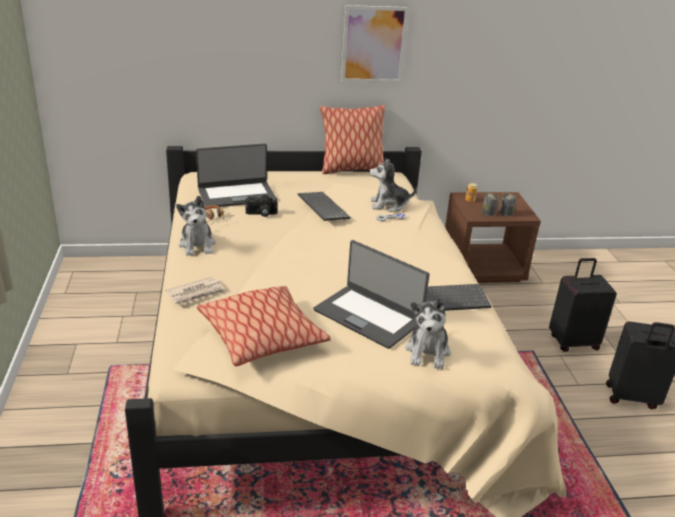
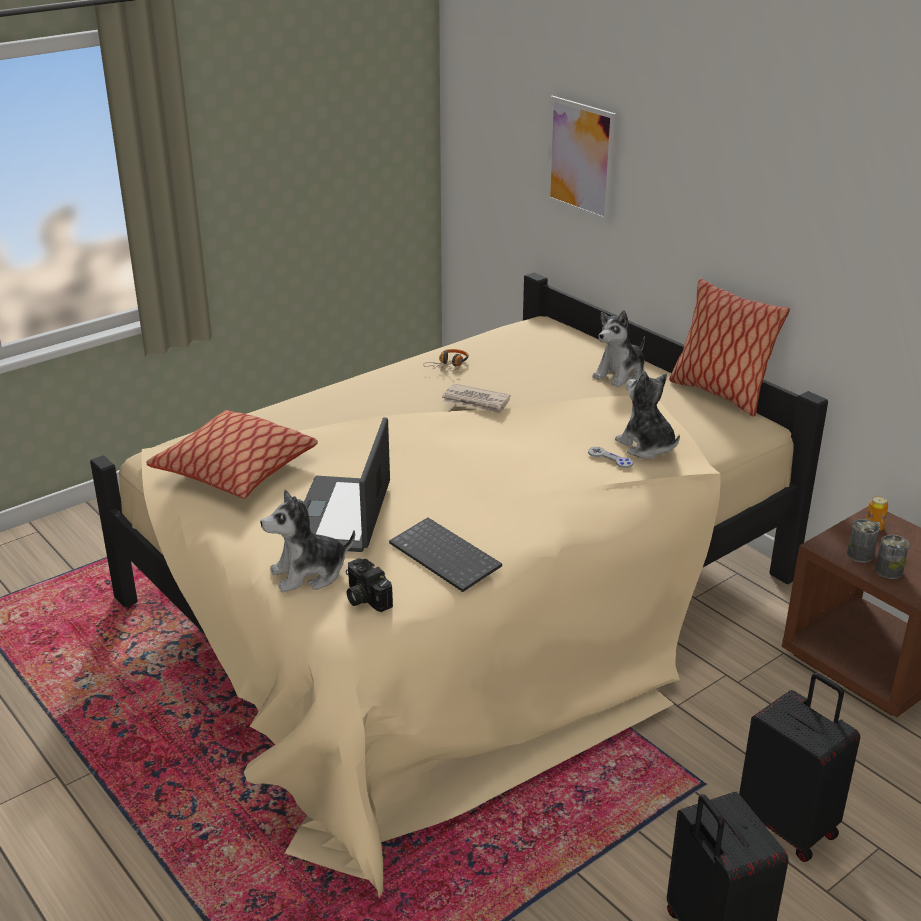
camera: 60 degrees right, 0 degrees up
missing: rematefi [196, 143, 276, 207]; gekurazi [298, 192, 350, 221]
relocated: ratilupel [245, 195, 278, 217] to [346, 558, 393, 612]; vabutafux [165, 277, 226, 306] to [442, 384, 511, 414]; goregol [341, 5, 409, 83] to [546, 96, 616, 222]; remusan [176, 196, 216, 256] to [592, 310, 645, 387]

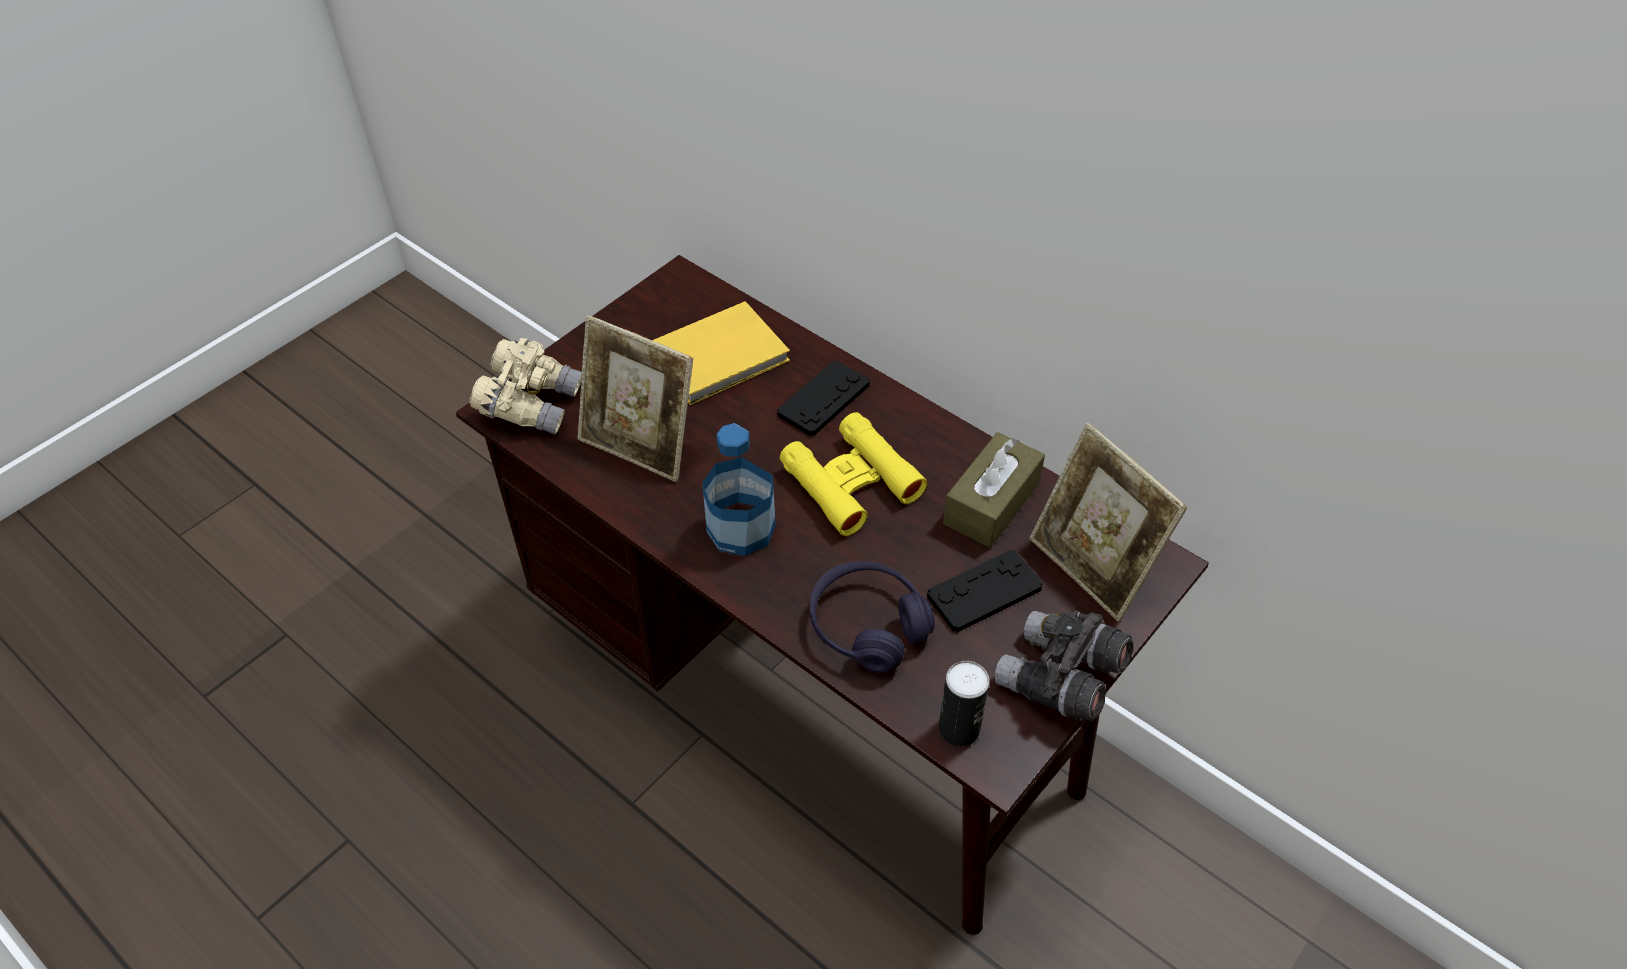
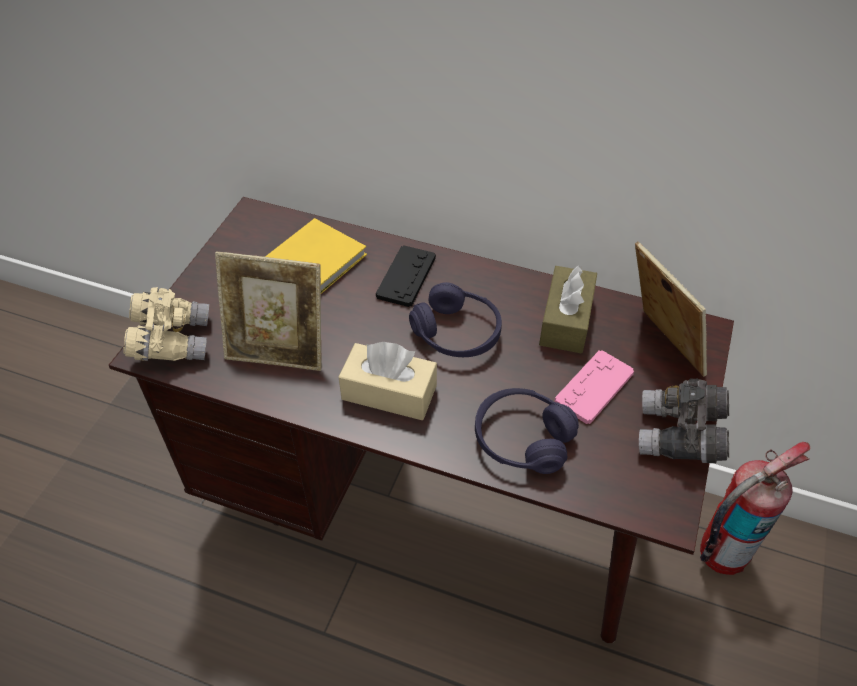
camera: 20 degrees left, 0 degrees up
missing: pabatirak [939, 661, 990, 747]
appeared: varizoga [700, 442, 810, 575]
exchanged: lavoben [702, 423, 776, 556] to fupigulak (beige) [339, 342, 437, 420]; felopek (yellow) [780, 412, 927, 536] to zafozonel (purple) [409, 282, 502, 357]
colour: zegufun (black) [927, 550, 1043, 632] to zegufun (pink) [554, 350, 634, 424]
spun: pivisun [1029, 423, 1188, 622] = [635, 241, 707, 377] 150 degrees counterclockwise

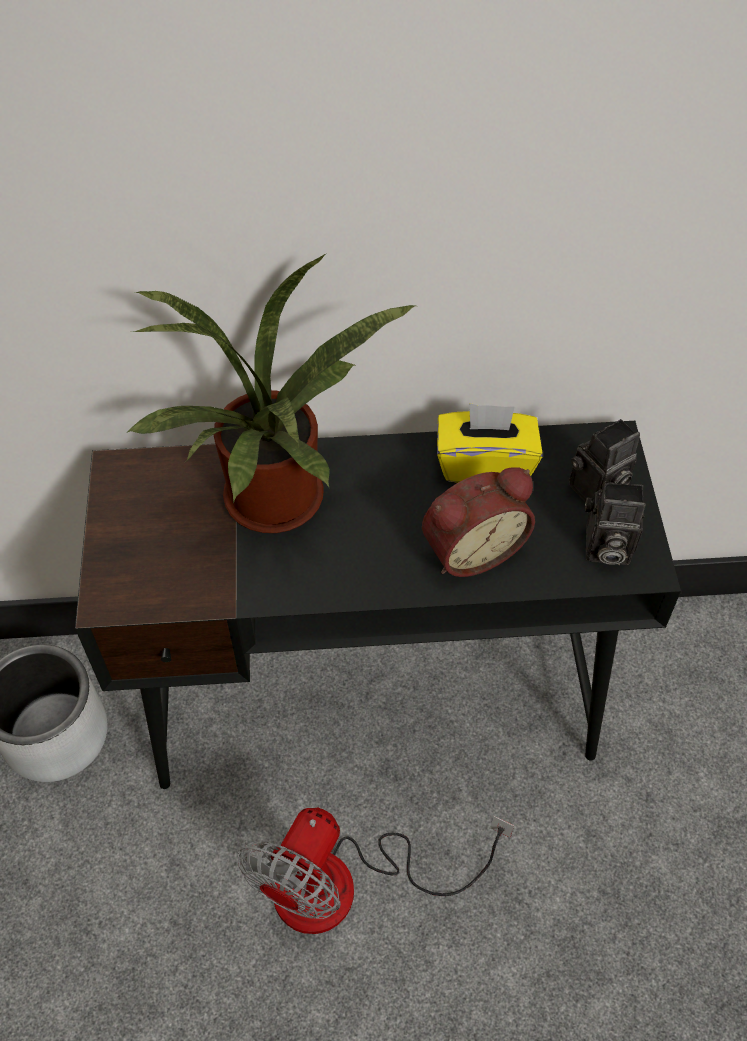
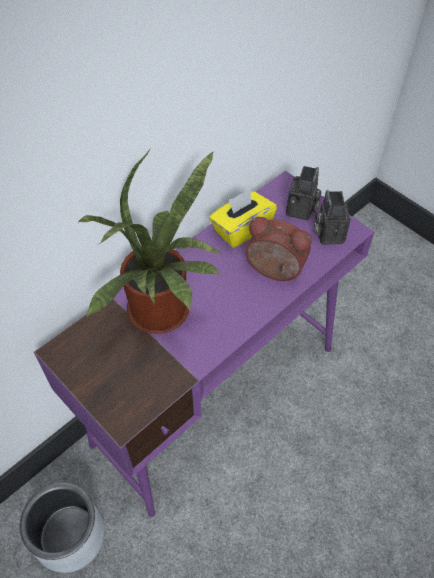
camera: 40 degrees left, 0 degrees up
missing: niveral [238, 808, 514, 934]
colour: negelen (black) [75, 421, 681, 789] to negelen (purple) [34, 170, 374, 517]
spun: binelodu [422, 467, 535, 577] = [245, 217, 312, 281] 90 degrees counterclockwise; ratilupel [585, 481, 646, 565] = [314, 190, 351, 245] 120 degrees clockwise

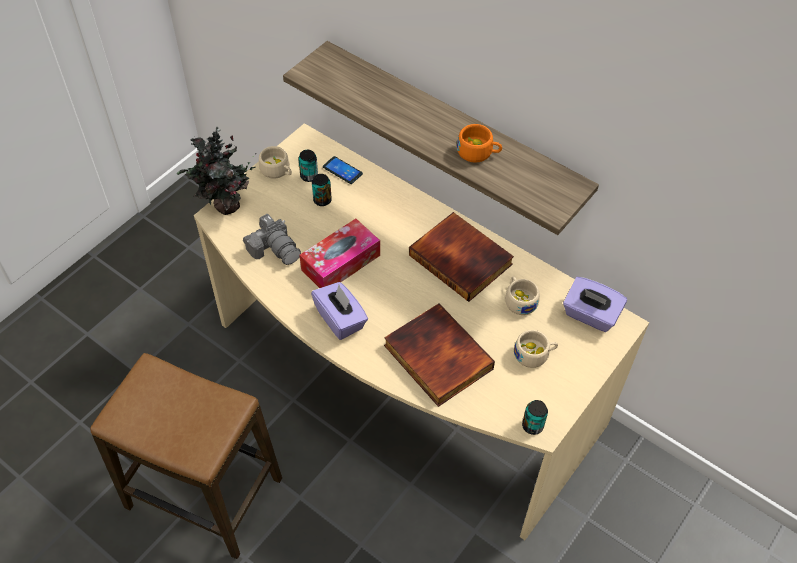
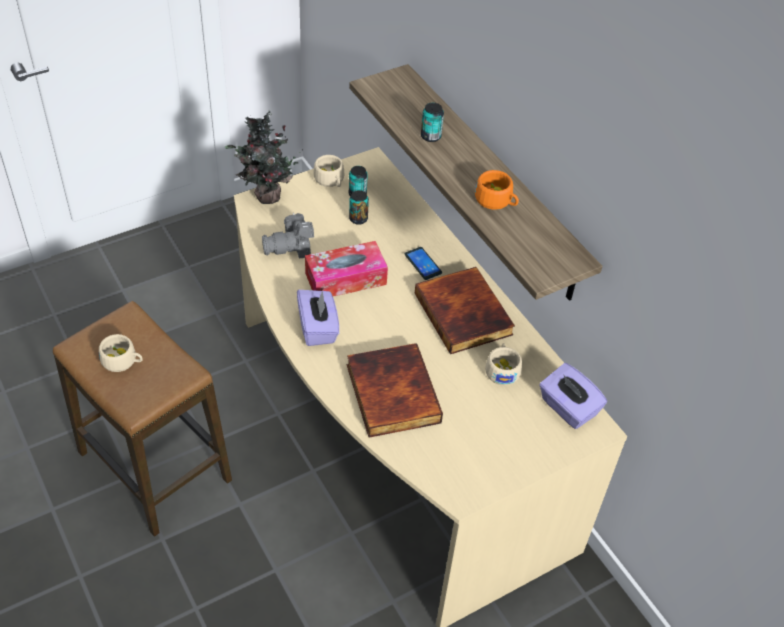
camera: 20 degrees right, 5 degrees down
relocated: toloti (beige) [514, 330, 558, 368] to [99, 334, 143, 372]; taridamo [323, 156, 363, 184] to [405, 247, 442, 280]; pabatirak [522, 400, 548, 435] to [421, 103, 444, 142]
spun: ratilupel [243, 214, 301, 265] = [262, 213, 314, 259] 90 degrees clockwise

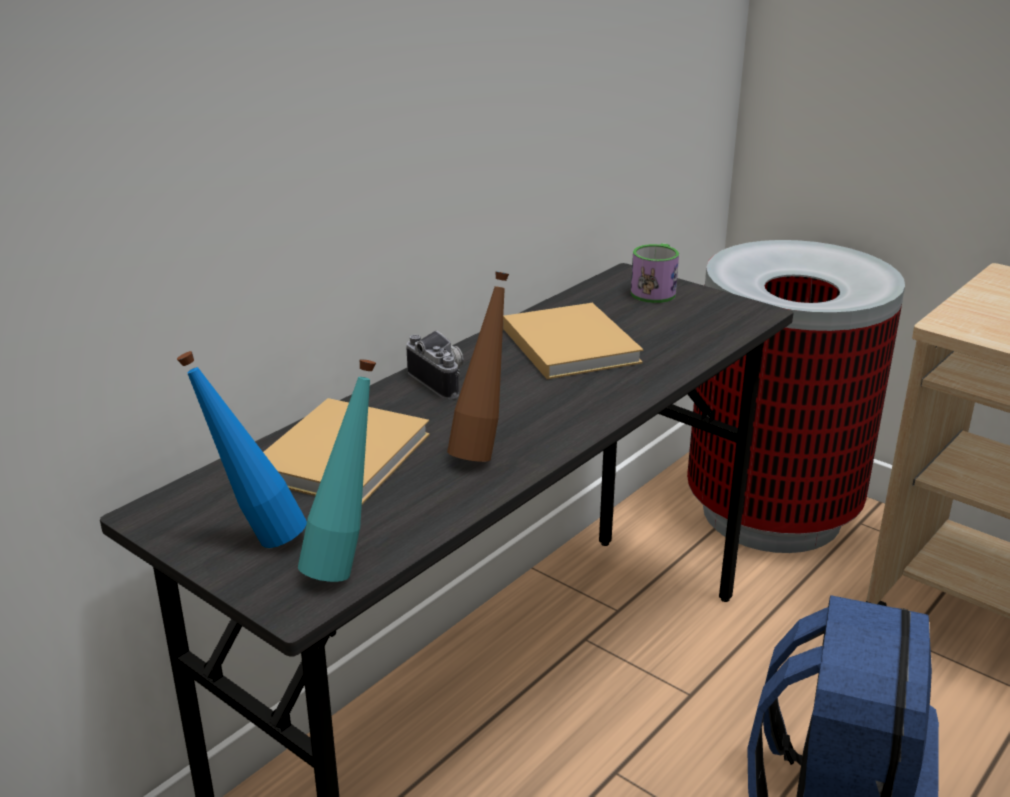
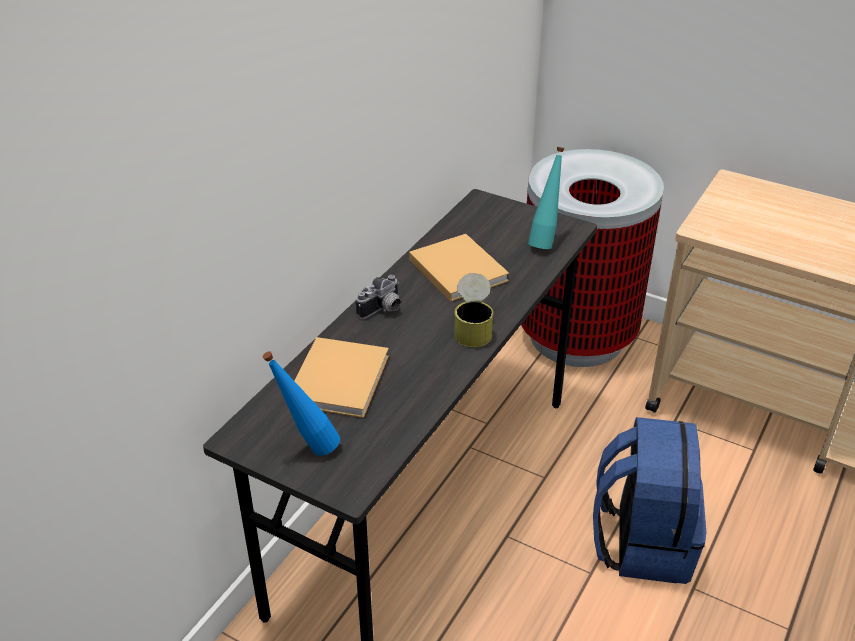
camera: 10 degrees left, 10 degrees up
missing: lavoben (brown) [447, 271, 509, 462]; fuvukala [631, 243, 679, 303]
appeared: pabatirak [454, 273, 493, 347]
relocated: lavoben (turquoise) [298, 359, 376, 582] to [528, 147, 564, 249]
spun: ratilupel [406, 330, 464, 400] = [356, 275, 401, 319] 90 degrees clockwise

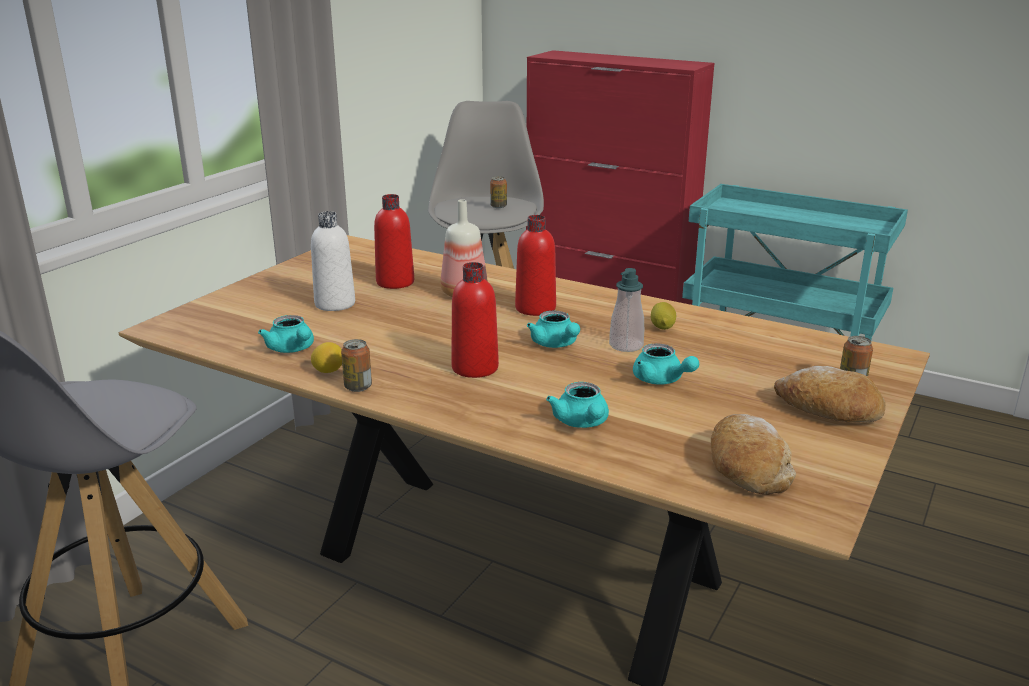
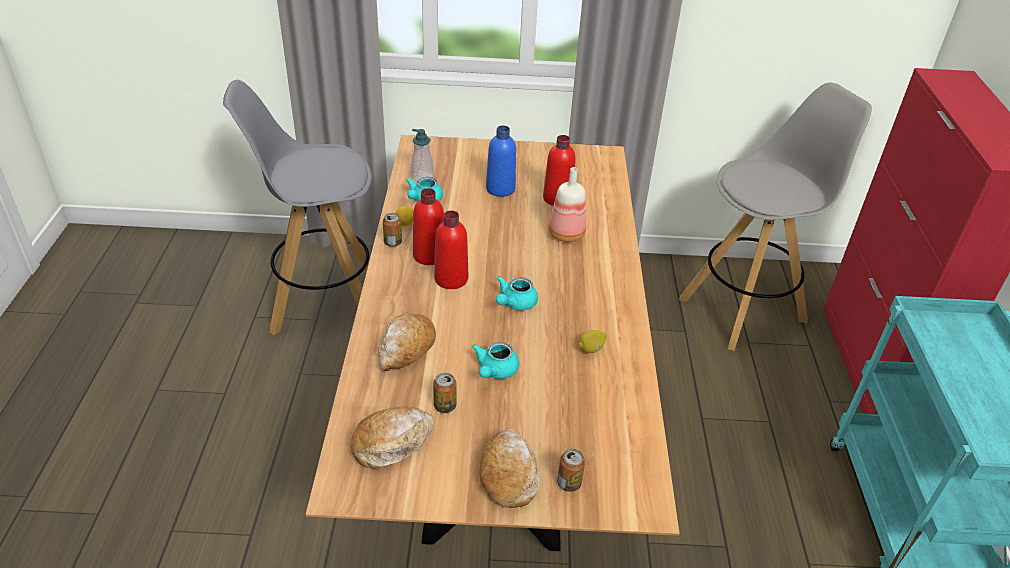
camera: 60 degrees right, 15 degrees up
relocated: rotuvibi [609, 268, 644, 352] to [411, 129, 434, 181]; lavoben (red) [515, 215, 556, 316] to [413, 188, 444, 265]; pabatirak [490, 176, 507, 208] to [433, 373, 456, 413]
exchanged: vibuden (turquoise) [546, 382, 609, 428] to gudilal [377, 312, 436, 371]
colour: lavoben (white) [311, 211, 355, 311] to lavoben (blue) [486, 125, 516, 197]

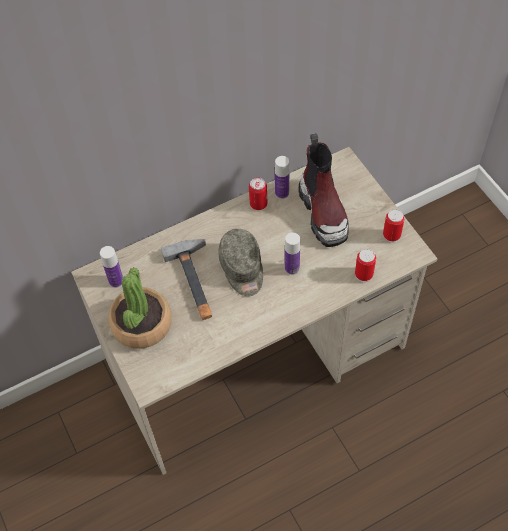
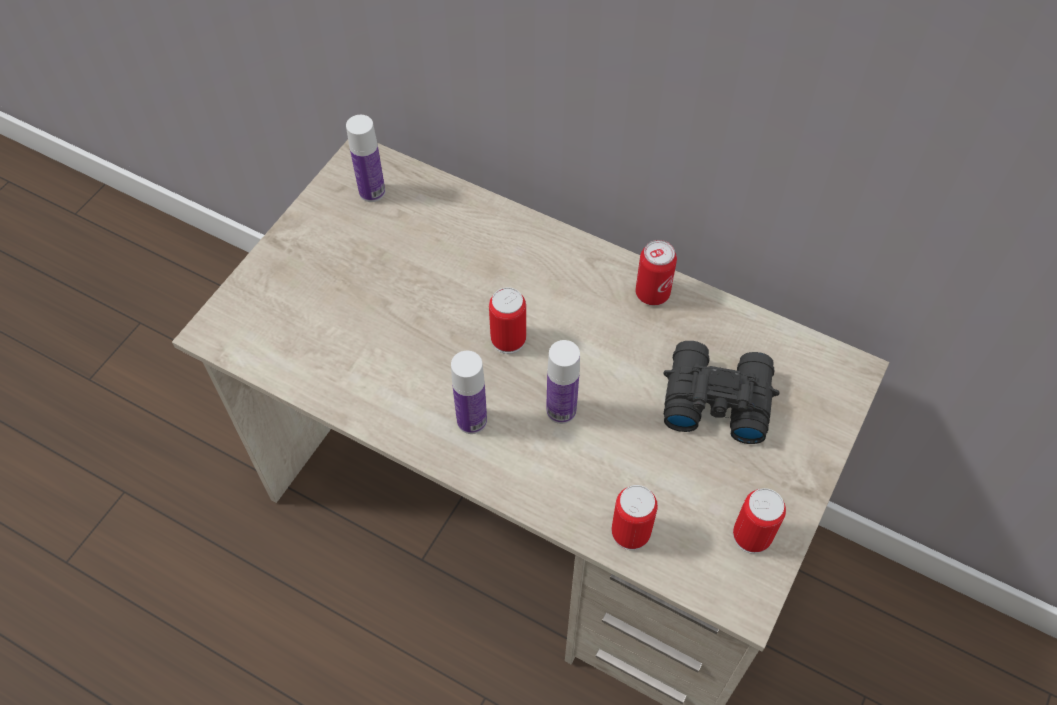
camera: 55 degrees right, 0 degrees up
missing: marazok [108, 267, 172, 349]; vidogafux [161, 239, 212, 320]
relocated: lavoben [275, 156, 289, 199] to [451, 351, 487, 434]
exchanged: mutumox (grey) [218, 229, 263, 296] to pabatirak [489, 287, 526, 354]; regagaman [298, 133, 349, 247] to felopek (black) [664, 341, 780, 444]

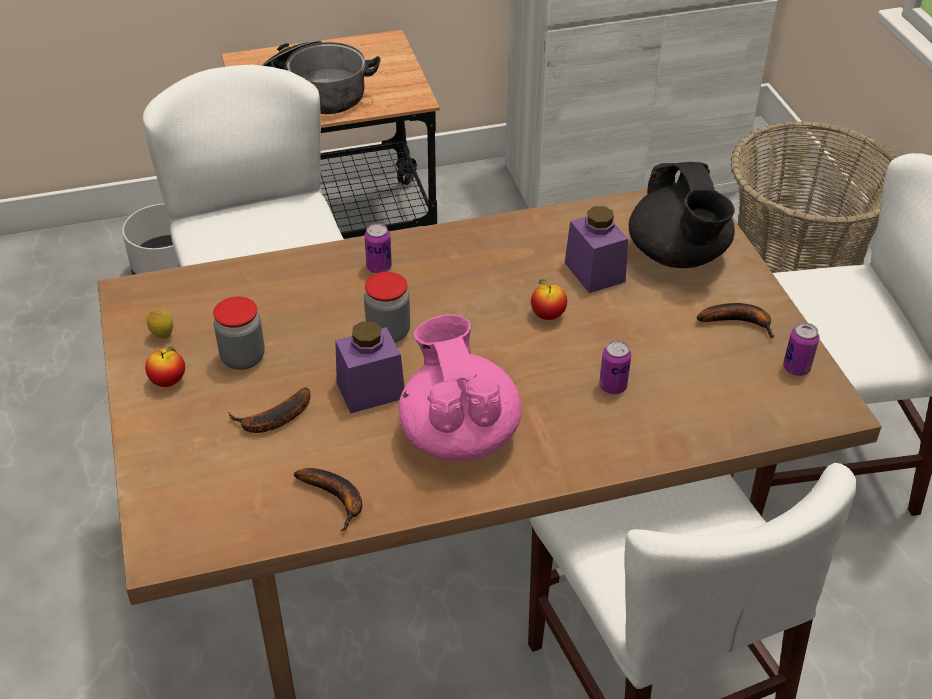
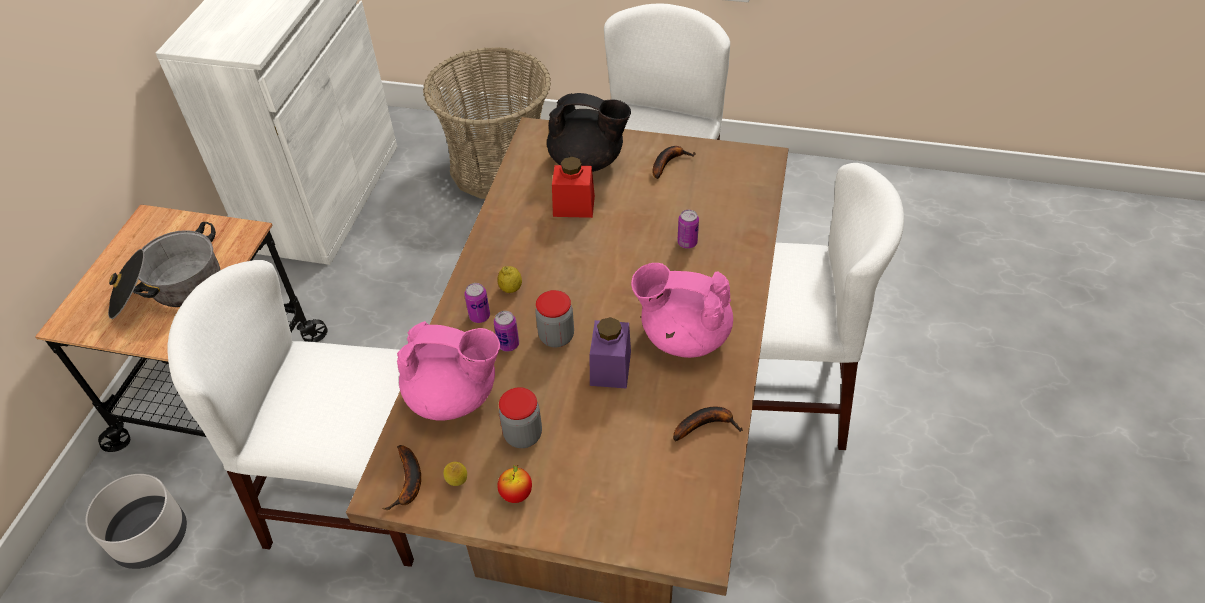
camera: 60 degrees left, 5 degrees up
missing: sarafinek [531, 279, 567, 320]
appeared: vibuden (pink) [397, 321, 500, 421]; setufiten [497, 266, 522, 293]
relocated: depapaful [228, 387, 310, 433] to [382, 445, 421, 510]; pabatirak [783, 323, 819, 376] to [494, 311, 519, 352]
colour: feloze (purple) [565, 206, 628, 293] to feloze (red) [552, 157, 595, 218]

